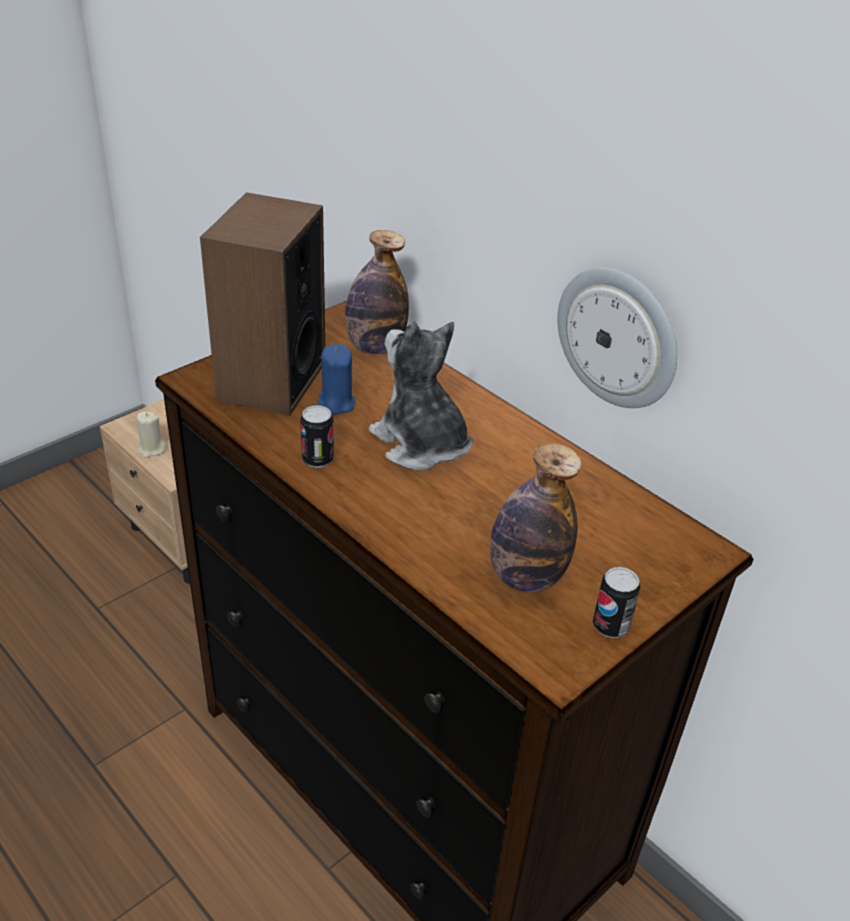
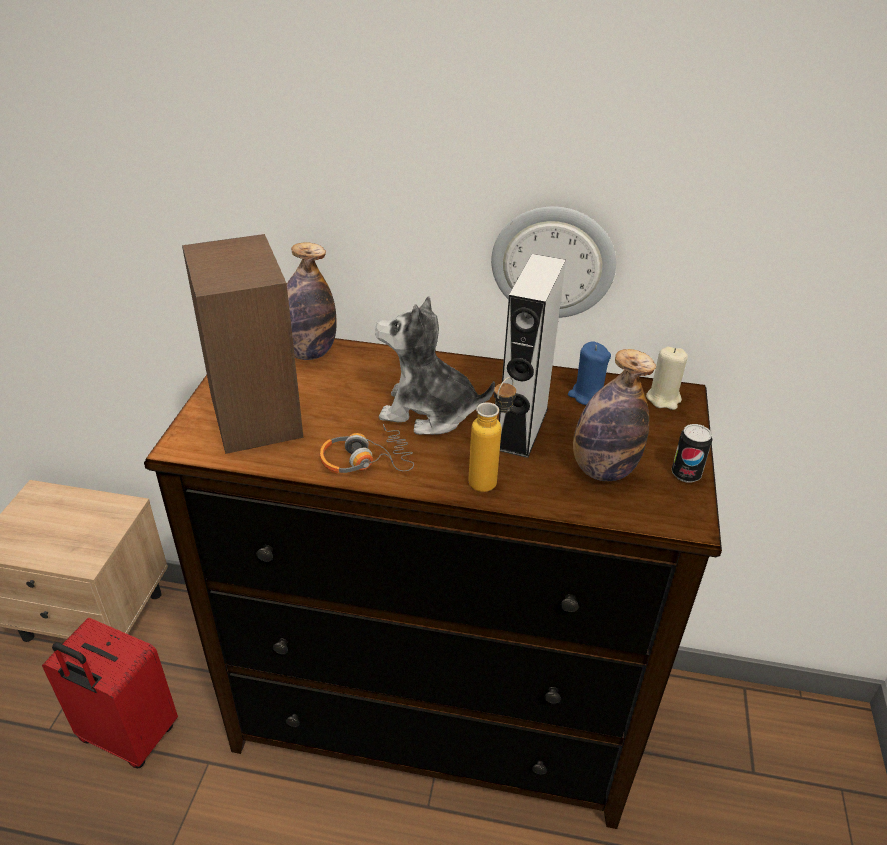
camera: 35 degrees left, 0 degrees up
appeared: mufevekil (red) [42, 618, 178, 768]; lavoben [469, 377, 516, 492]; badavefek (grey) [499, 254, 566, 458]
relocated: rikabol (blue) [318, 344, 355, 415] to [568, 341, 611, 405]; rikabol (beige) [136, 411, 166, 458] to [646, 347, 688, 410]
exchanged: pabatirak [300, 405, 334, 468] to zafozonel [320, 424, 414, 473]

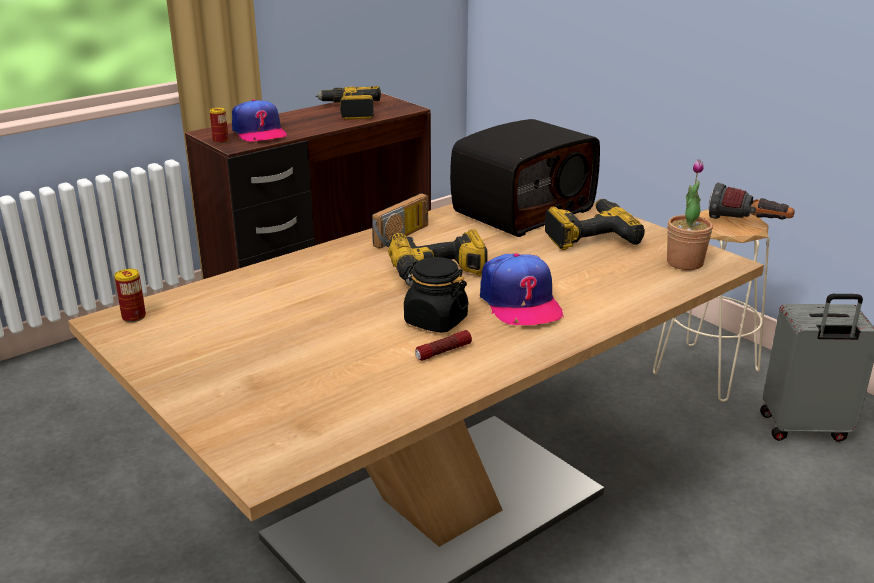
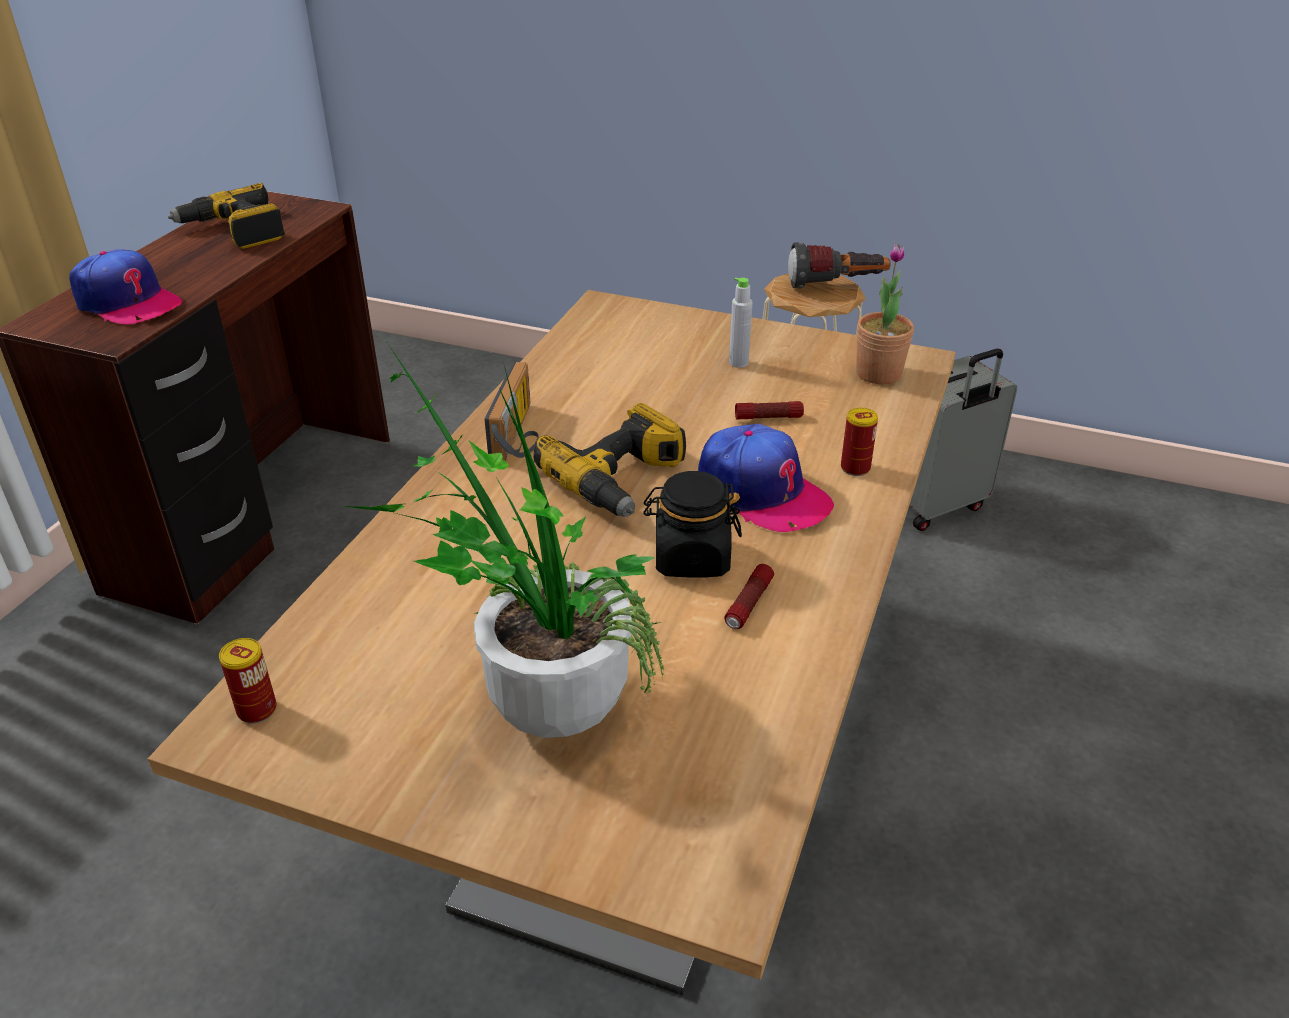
camera: 30 degrees left, 10 degrees up
missing: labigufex [450, 119, 600, 237]
appeared: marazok [341, 338, 664, 738]; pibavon [735, 401, 804, 419]
relocated: pabatirak [210, 108, 229, 144] to [841, 408, 878, 476]
exchanged: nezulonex [545, 199, 645, 250] to lavoben (grey) [729, 278, 753, 368]

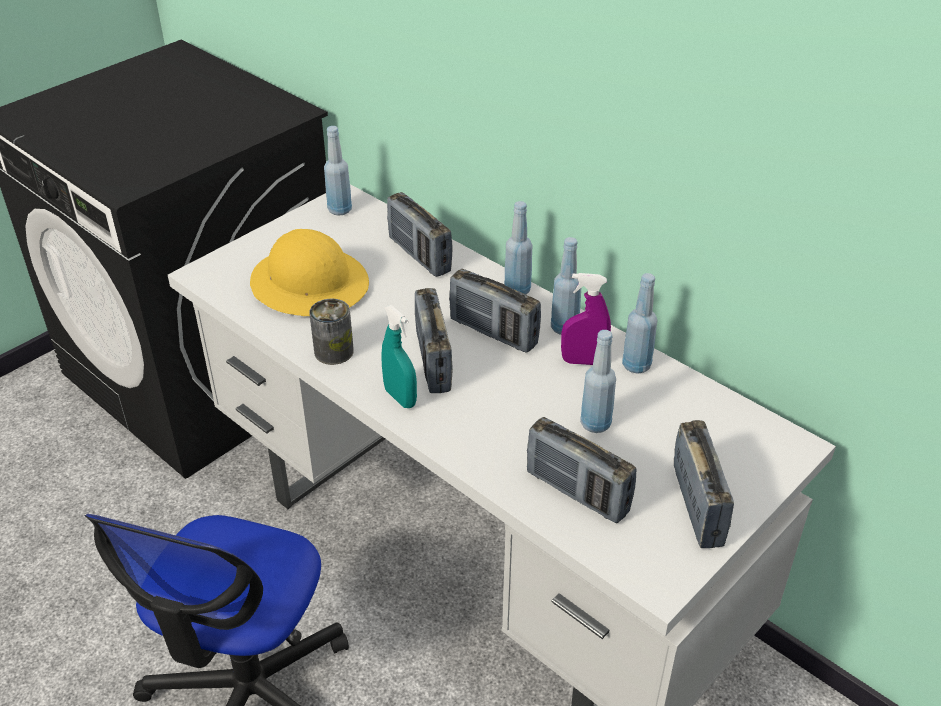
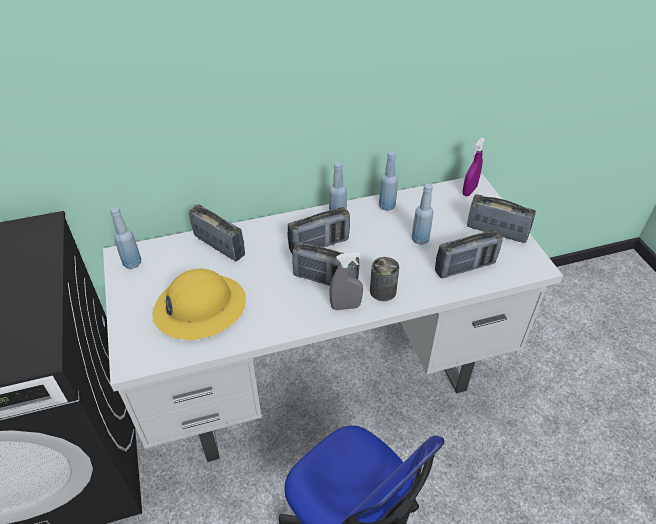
camera: 60 degrees left, 5 degrees up
missing: lavoben (blue) [504, 201, 533, 294]
relocated: pabatirak [309, 299, 354, 365] to [370, 257, 399, 301]; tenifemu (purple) [561, 273, 611, 365] to [462, 137, 485, 196]
colour: tenifemu (turquoise) [381, 305, 417, 408] to tenifemu (grey) [329, 252, 363, 310]
spun: labigufex [387, 192, 453, 277] = [189, 204, 245, 261] 135 degrees counterclockwise

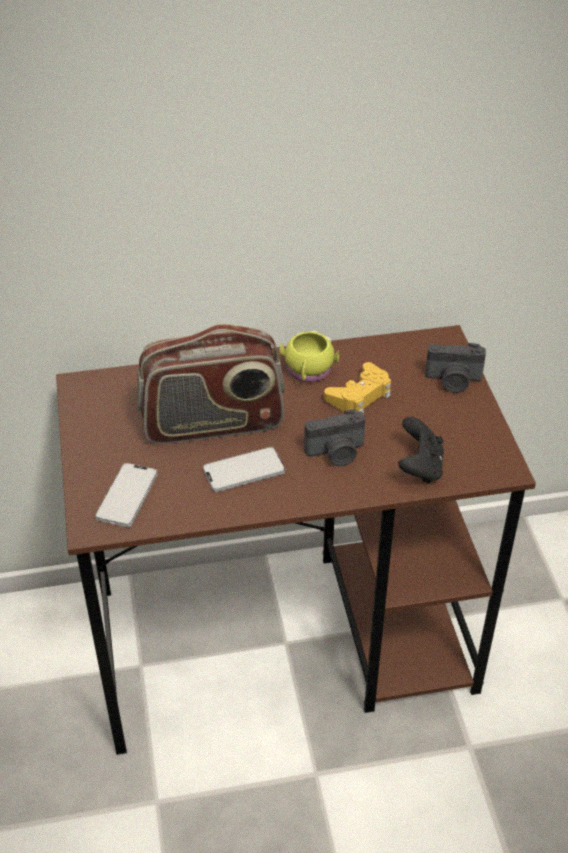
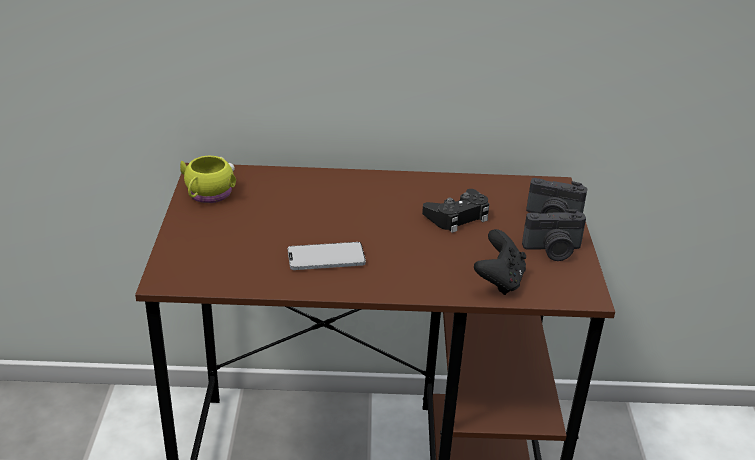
camera: 10 degrees right, 10 degrees down
missing: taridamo [95, 463, 158, 527]; labigufex [137, 324, 285, 444]
relocated: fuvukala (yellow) [279, 330, 339, 382] to [180, 155, 236, 203]; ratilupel [304, 409, 365, 466] to [522, 209, 586, 261]
colour: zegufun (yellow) [324, 362, 391, 414] to zegufun (black) [422, 189, 489, 233]

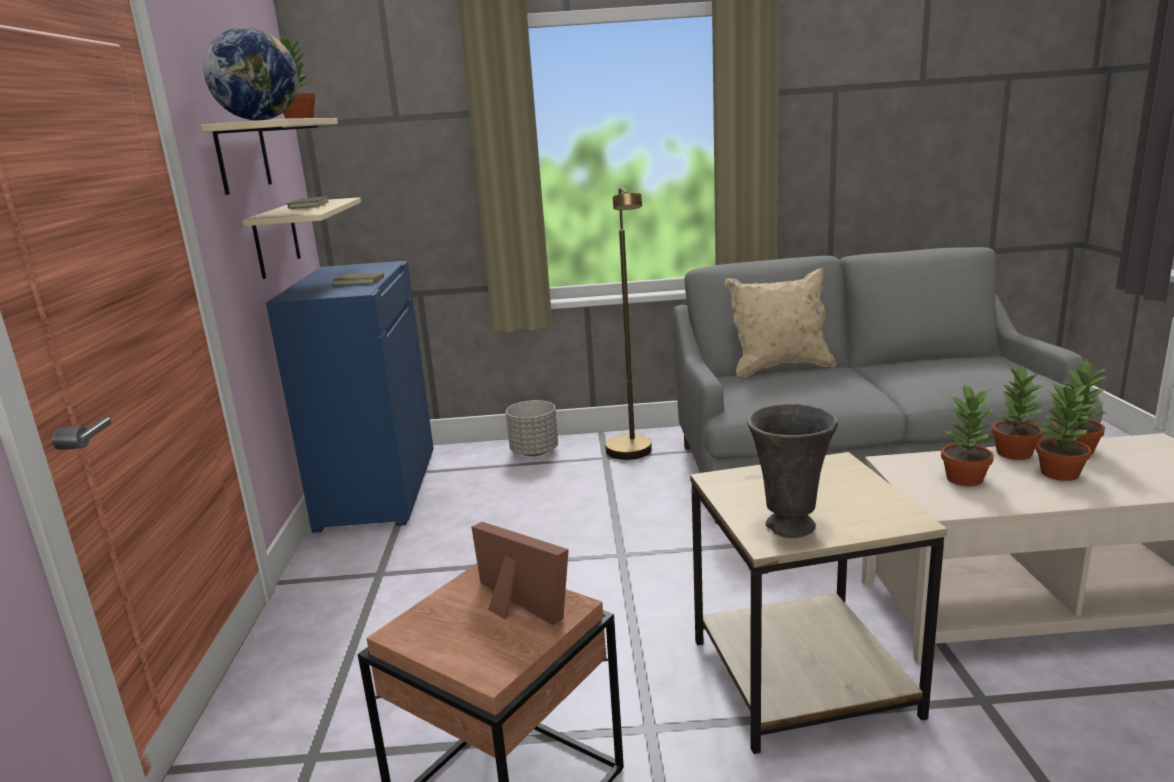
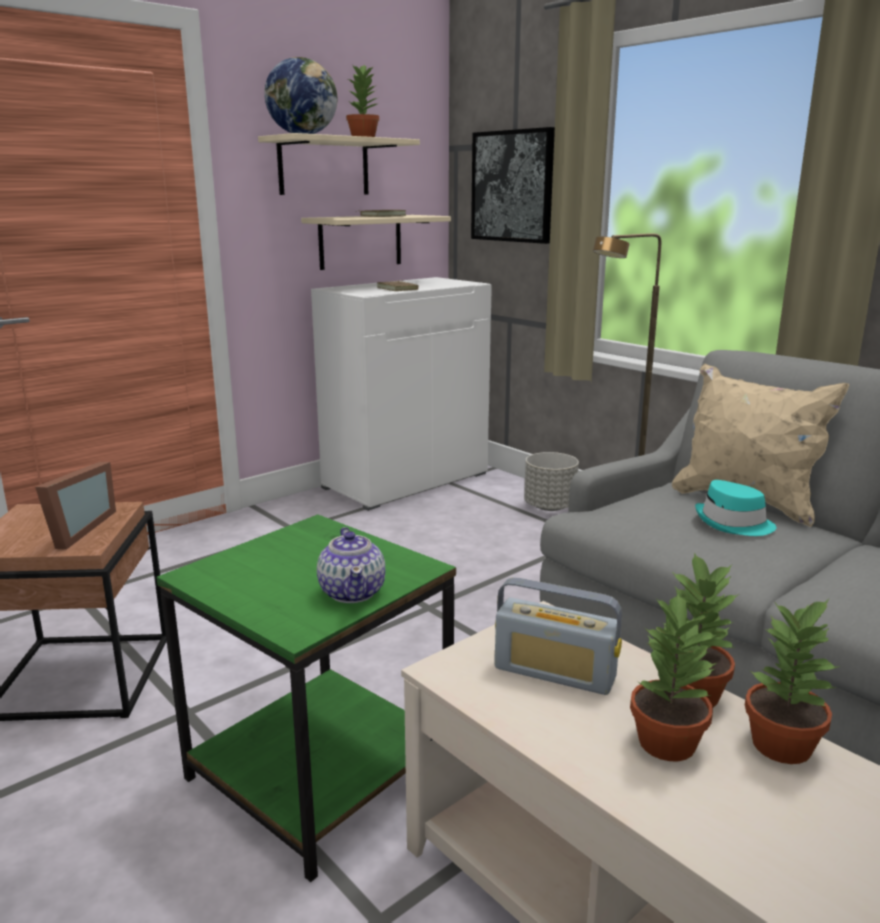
camera: 50 degrees right, 0 degrees up
missing: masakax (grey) [747, 403, 838, 538]
appeared: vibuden [317, 527, 385, 603]; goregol [471, 127, 555, 244]; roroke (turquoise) [695, 480, 776, 536]
exchanged: marazok [941, 383, 995, 486] to labigufex [495, 577, 622, 695]
colour: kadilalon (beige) [690, 452, 947, 754] to kadilalon (green) [156, 514, 456, 882]; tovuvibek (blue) [266, 261, 434, 533] to tovuvibek (white) [311, 277, 492, 511]

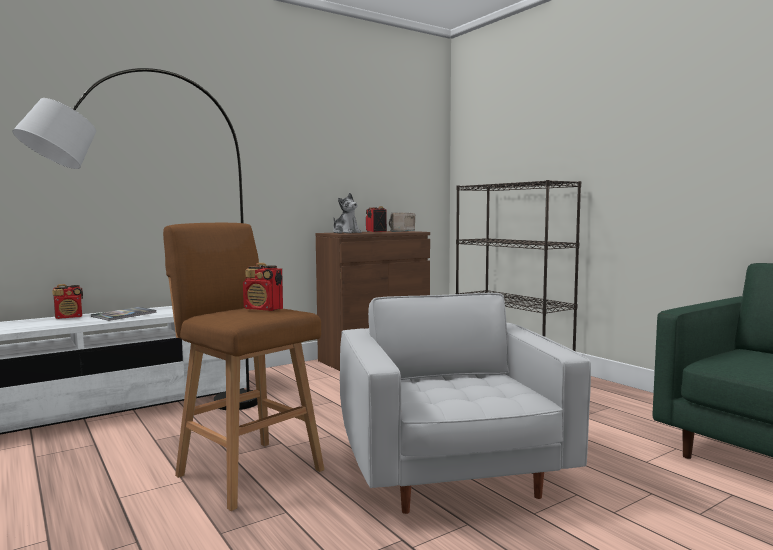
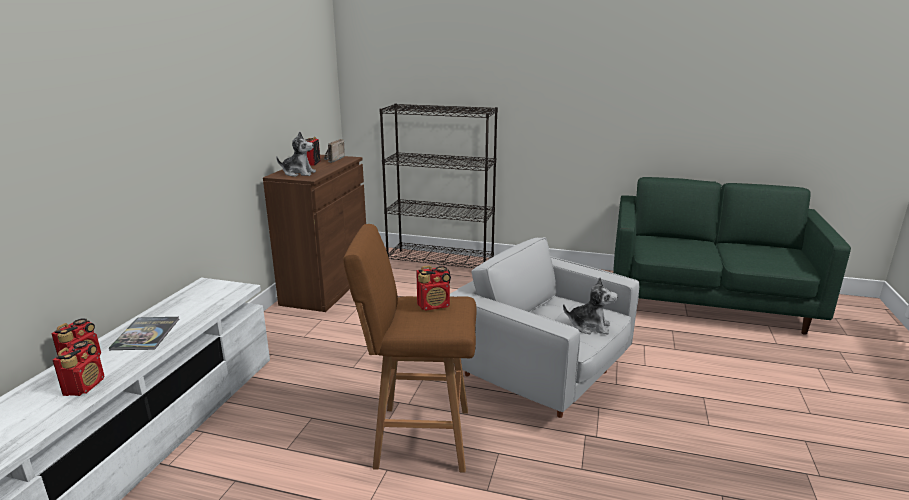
camera: 40 degrees left, 15 degrees up
missing: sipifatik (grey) [12, 68, 258, 410]
appeared: labigufex [53, 341, 104, 396]; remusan [563, 277, 618, 334]

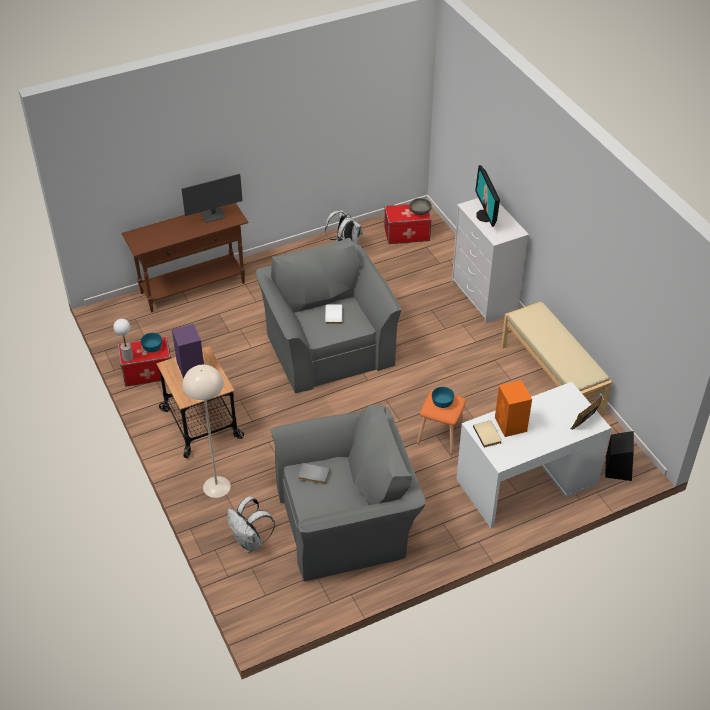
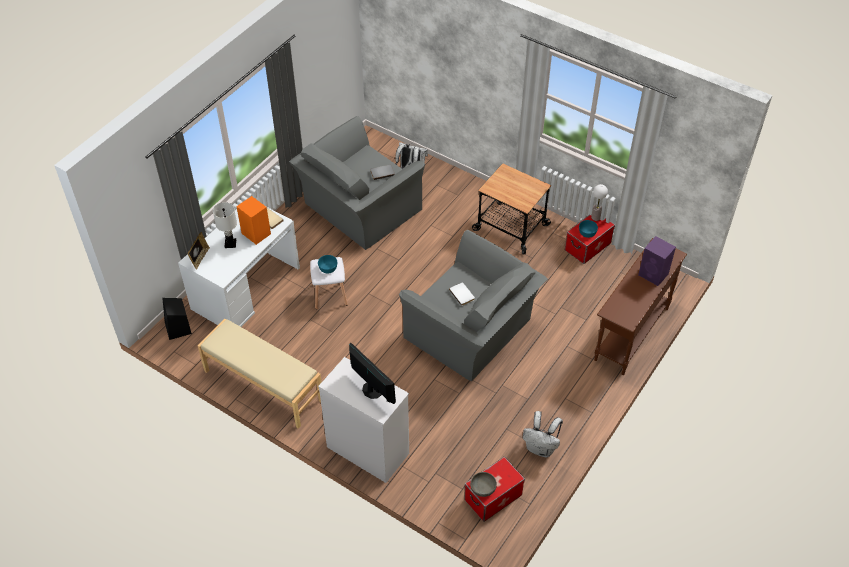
camera: 150 degrees right, 5 degrees up
missing: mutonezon [182, 174, 243, 223]; sipifatik (beige) [183, 365, 231, 498]
appeared: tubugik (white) [213, 202, 237, 248]
relocated: badavefek (purple) [172, 324, 204, 378] to [638, 236, 676, 286]
colour: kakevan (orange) [417, 389, 466, 454] to kakevan (white) [310, 257, 348, 309]

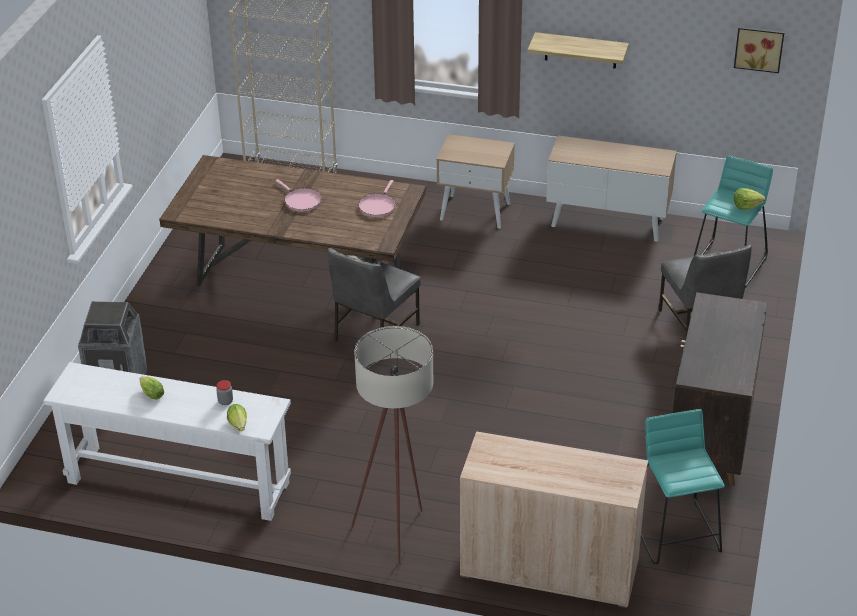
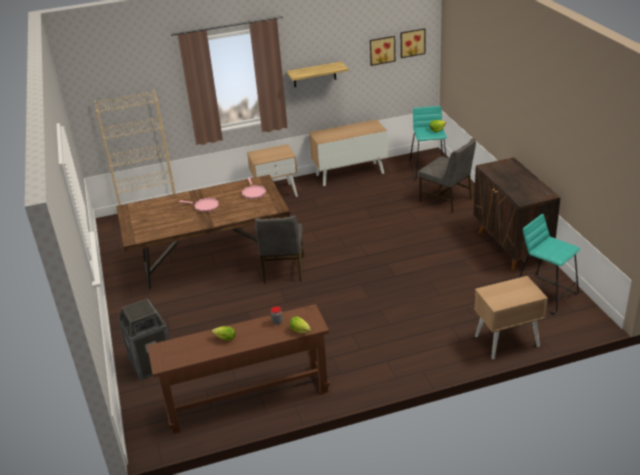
camera: 30 degrees left, 5 degrees down
missing: sipifatik (beige) [351, 326, 434, 564]
appeared: goregol [370, 36, 395, 66]
exchanged: tovuvibek (beige) [460, 431, 648, 608] to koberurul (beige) [474, 276, 548, 359]
colour: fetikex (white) [43, 362, 291, 521] to fetikex (brown) [147, 304, 330, 434]

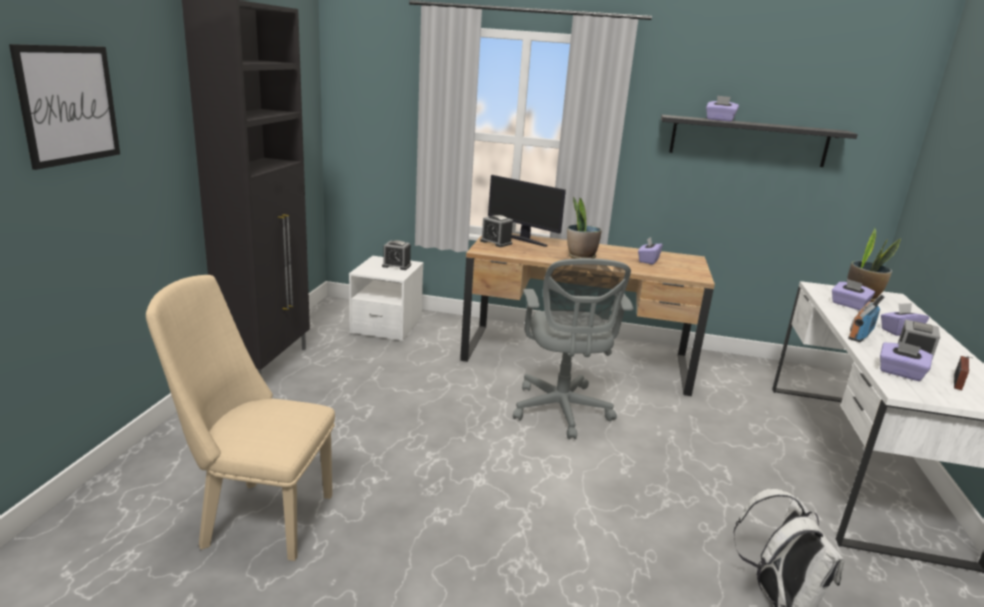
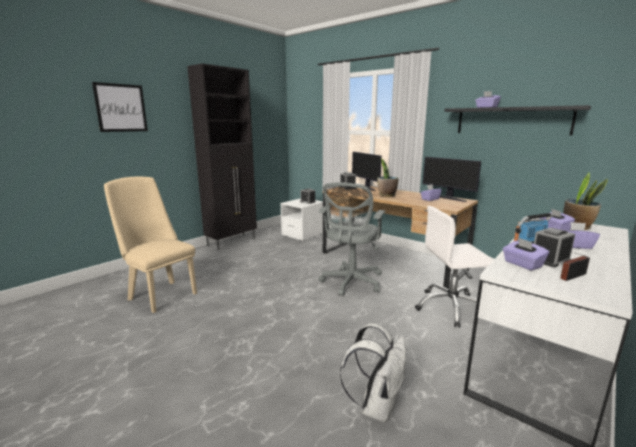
camera: 30 degrees right, 5 degrees down
appeared: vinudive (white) [415, 206, 494, 328]; mutonezon [423, 157, 481, 202]

